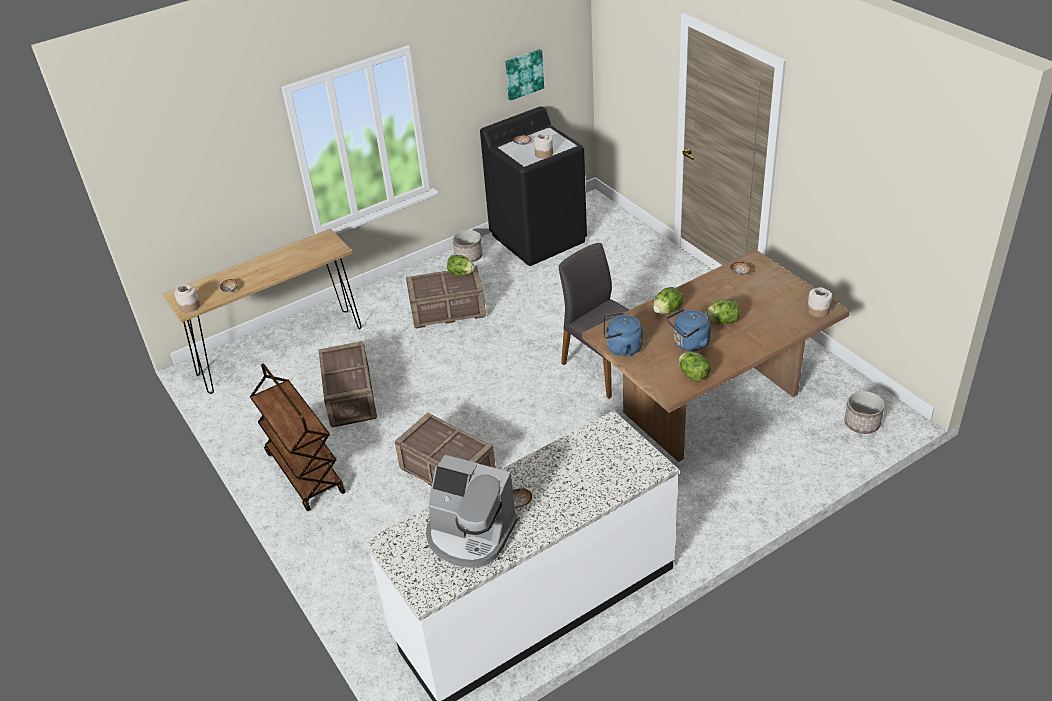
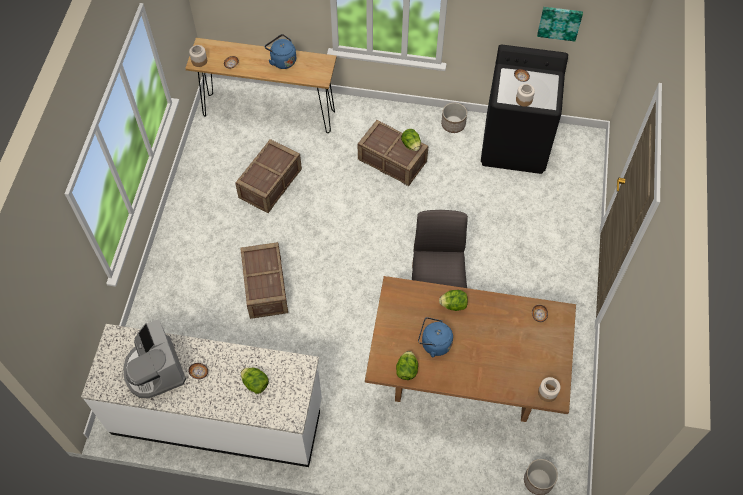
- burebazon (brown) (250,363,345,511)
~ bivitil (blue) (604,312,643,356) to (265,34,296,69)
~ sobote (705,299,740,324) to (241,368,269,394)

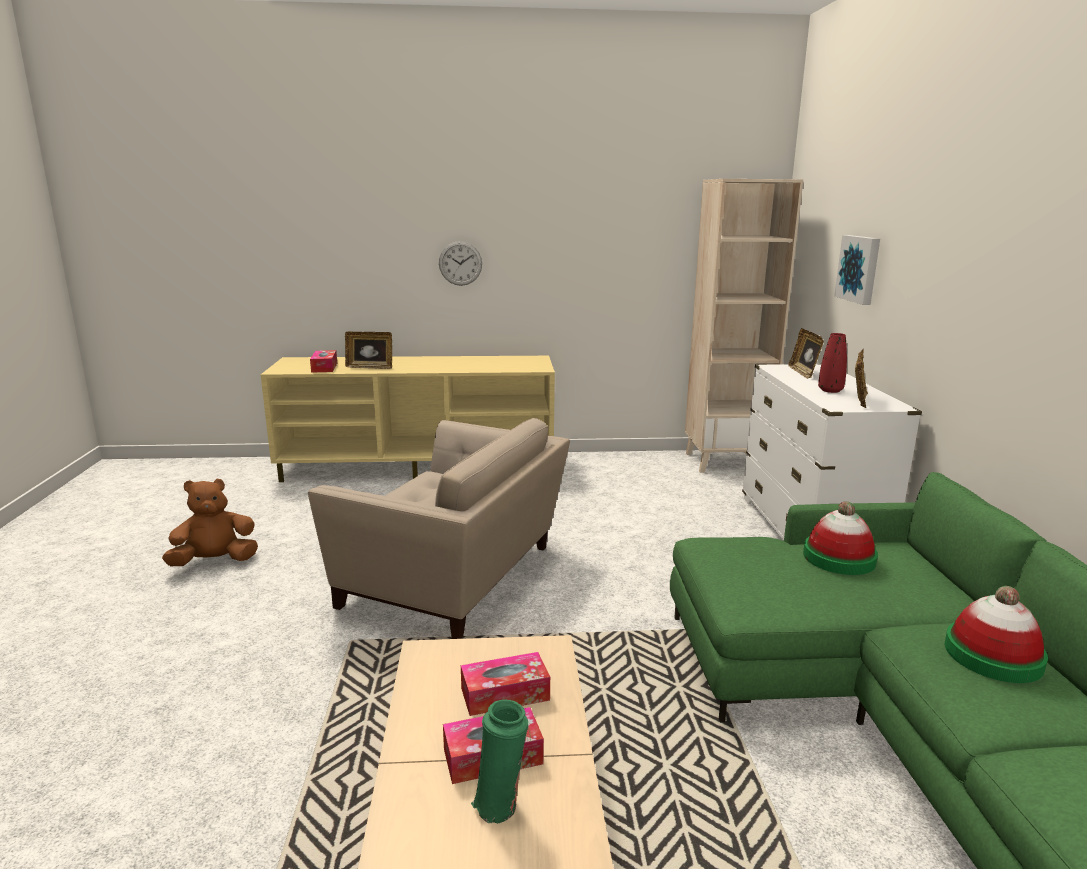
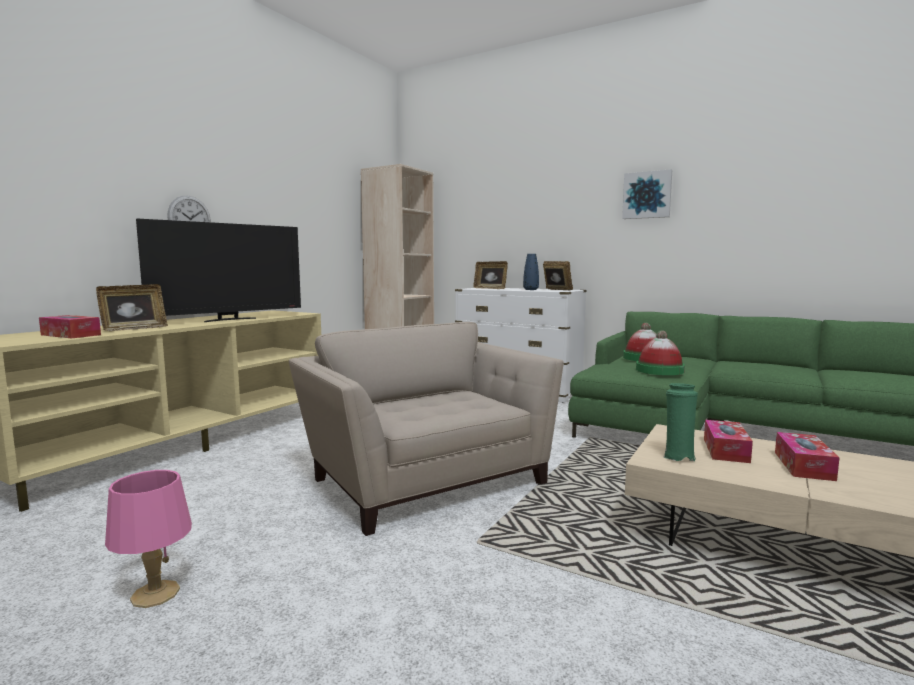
~ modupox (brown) (162,479,258,566) to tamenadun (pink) (105,470,192,608)
~ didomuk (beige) (308,418,570,639) = (289,322,564,536) 90 degrees counterclockwise
~ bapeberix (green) (471,699,528,824) to (663,383,698,461)
~ bapeberix (red) (818,333,847,393) to bapeberix (blue) (523,254,539,290)
~ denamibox (834,235,880,305) to (622,169,672,219)
~ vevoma (944,586,1048,683) to (636,330,685,375)
+ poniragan (136,219,301,322)

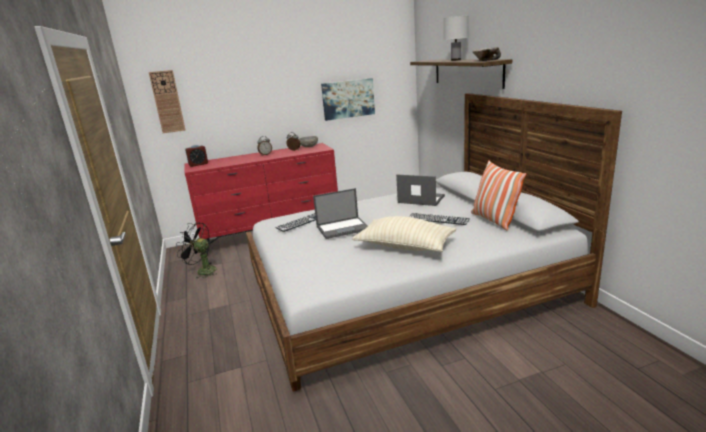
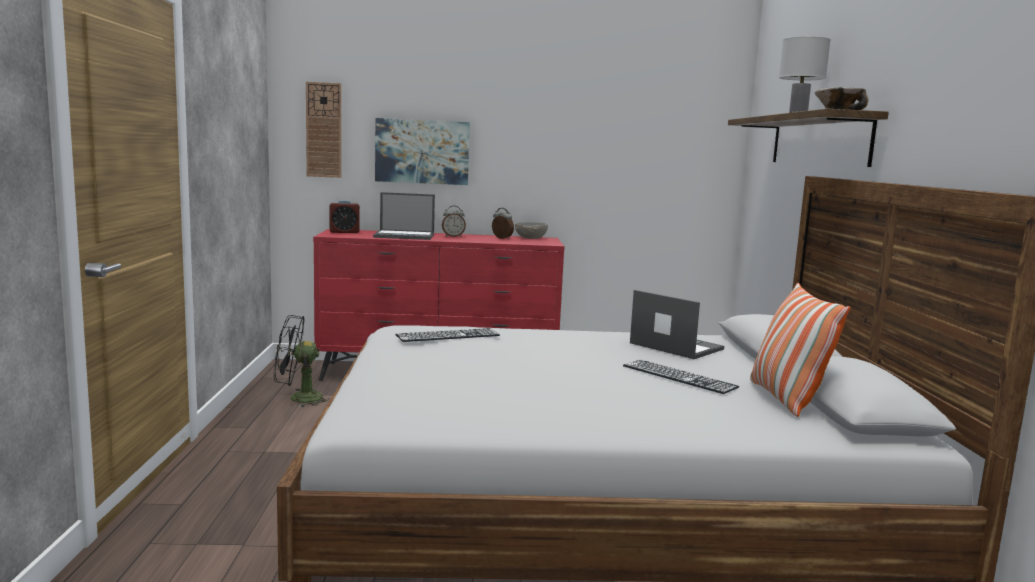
~ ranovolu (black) (176,222,218,279) = (274,315,329,407) 45 degrees counterclockwise
~ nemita (313,188,368,239) to (373,192,435,240)
~ denamibox (321,78,375,121) to (375,118,470,185)
- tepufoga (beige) (352,216,456,252)

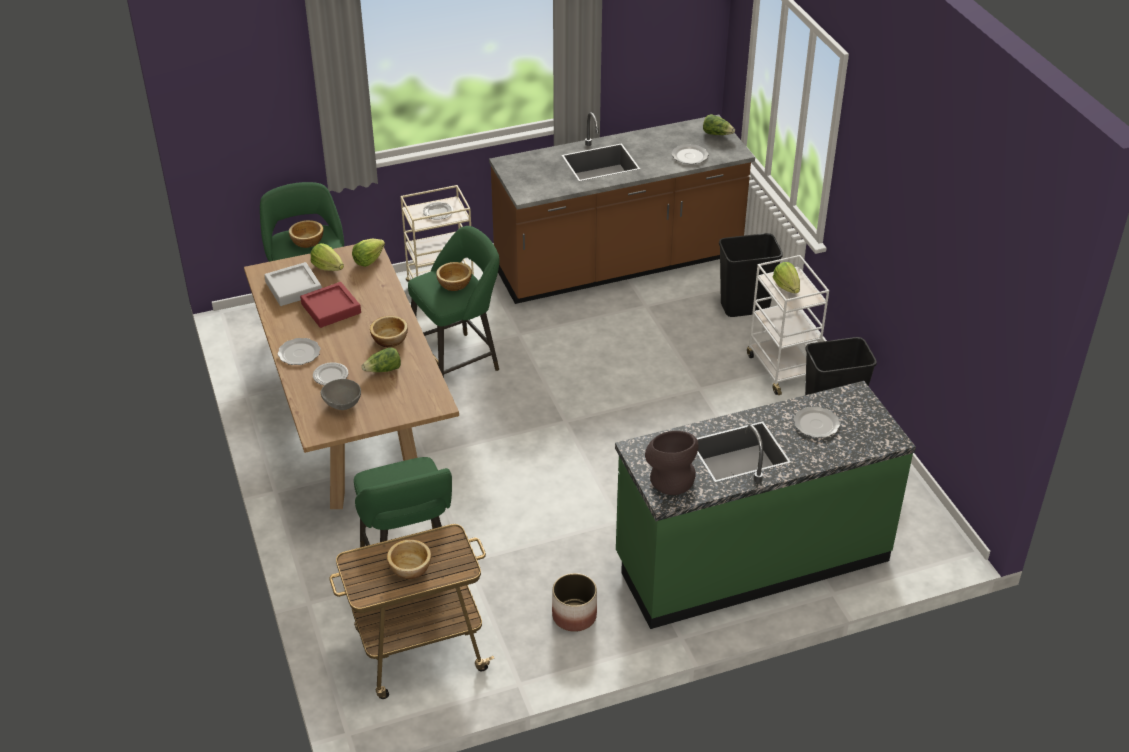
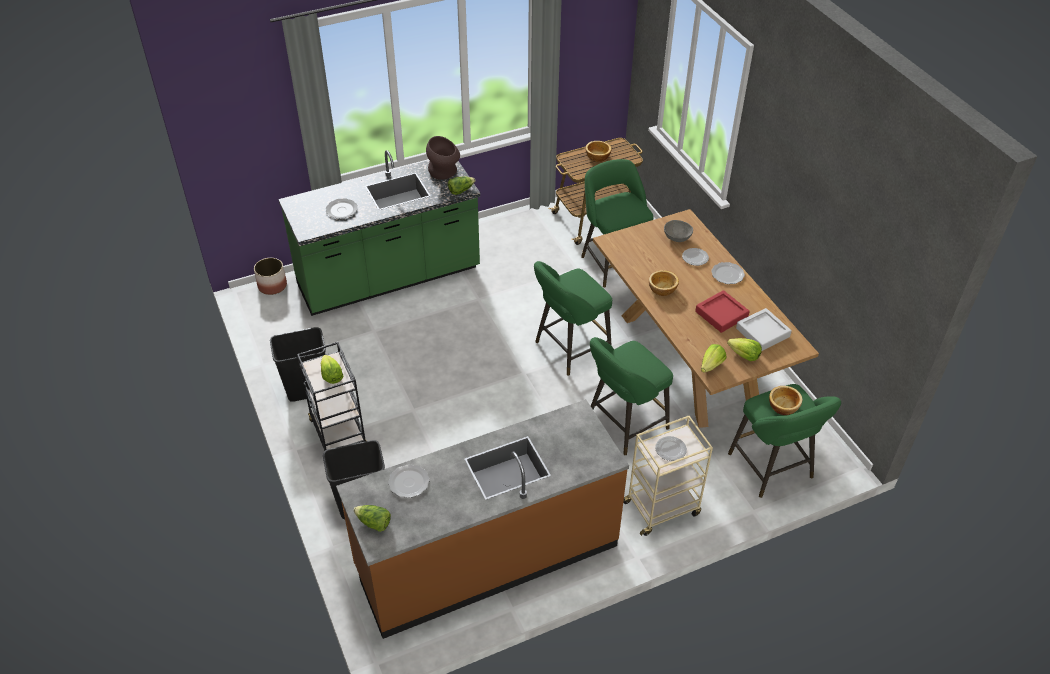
~ sobote (361,347,401,372) to (448,176,475,195)
- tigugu (436,262,472,291)
~ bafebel (552,573,597,632) to (254,258,287,295)
~ burebazon (white) (747,255,829,395) to burebazon (black) (297,342,366,451)
+ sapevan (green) (534,261,612,376)

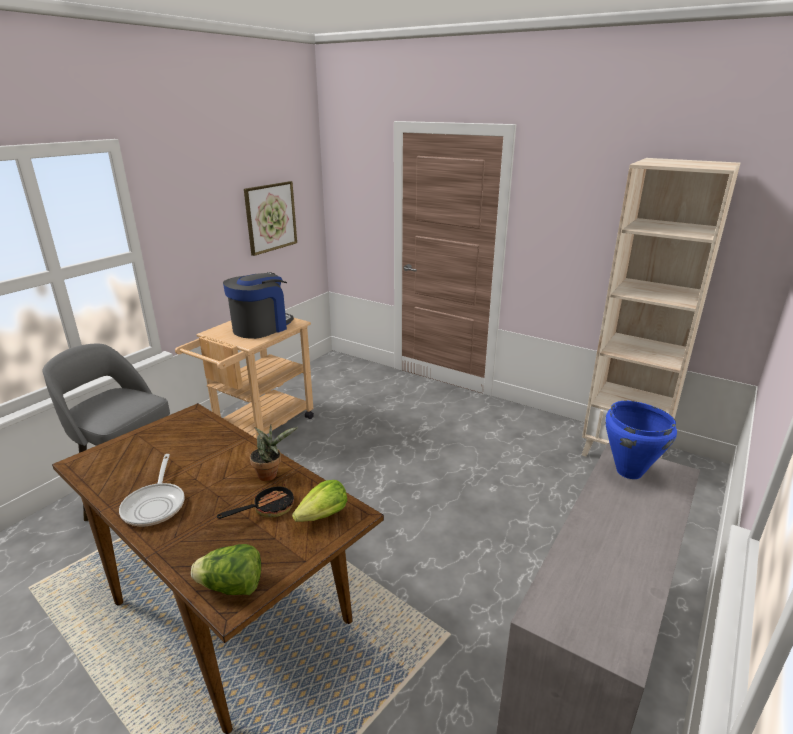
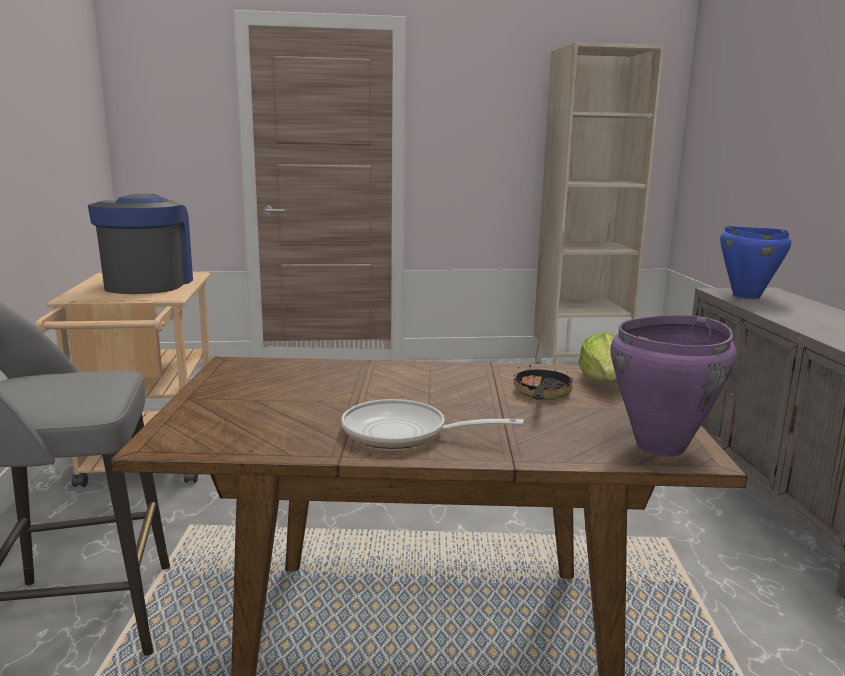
~ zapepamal (119,454,185,527) = (341,399,524,449) 150 degrees clockwise
~ sobote (191,544,261,595) to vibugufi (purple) (610,315,737,457)
- denamibox (244,181,297,256)
- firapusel (250,424,298,481)

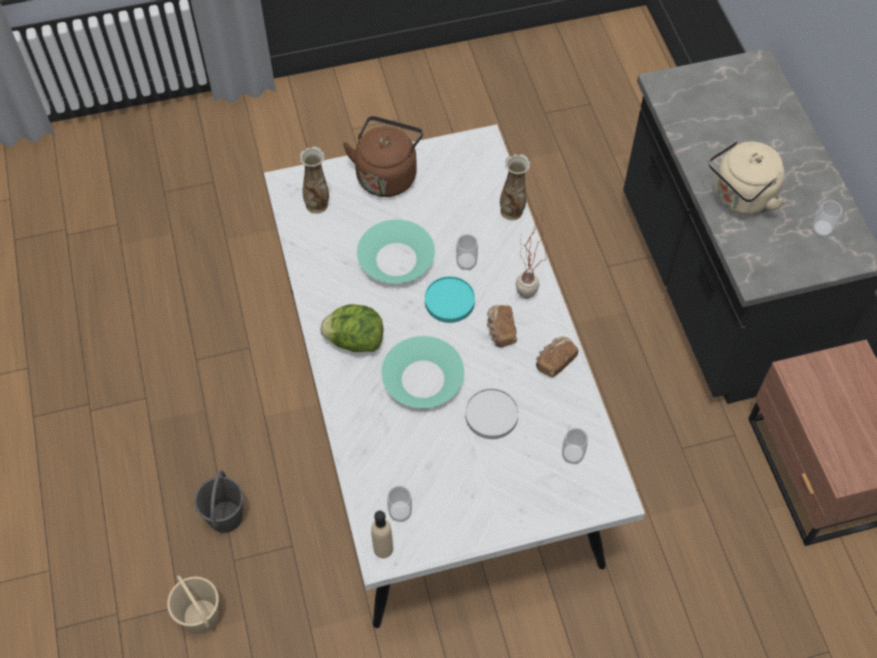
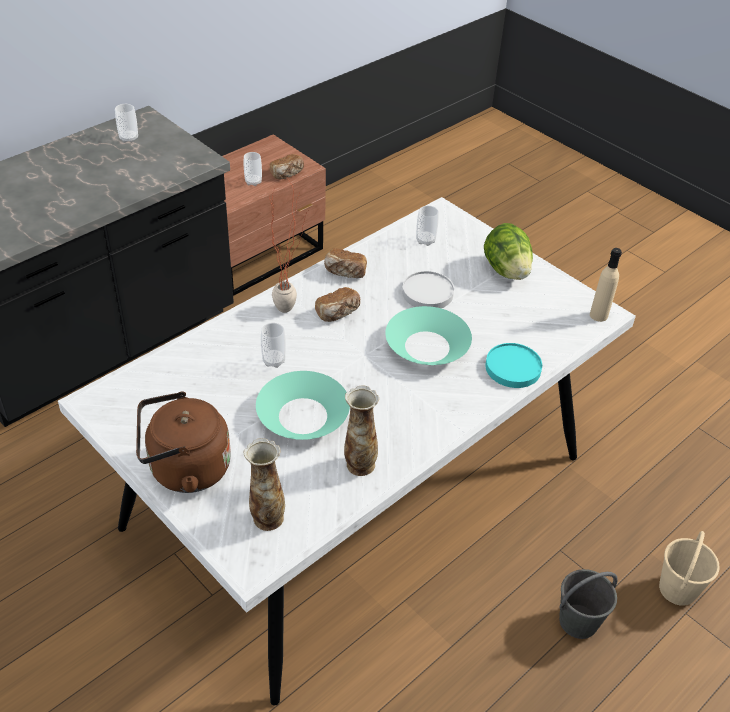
~ sobote (320,304,383,352) to (484,223,533,280)
~ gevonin (387,486,412,522) to (244,152,262,186)
~ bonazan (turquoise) (425,276,475,323) to (485,343,542,388)
~ bapeberix (500,154,530,220) to (344,385,379,476)
- bivitil (beige) (709,140,787,216)
+ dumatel (270,154,304,179)

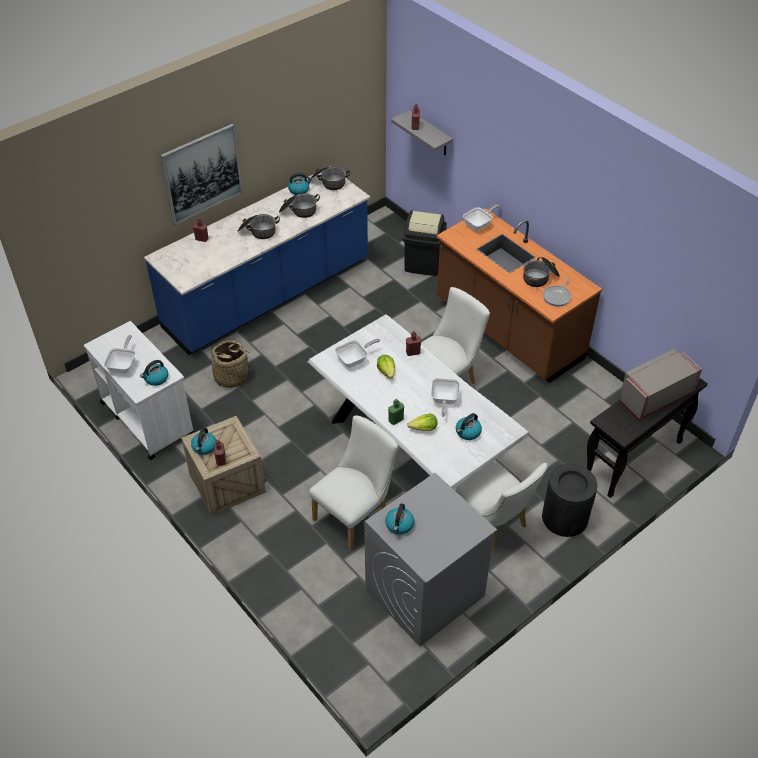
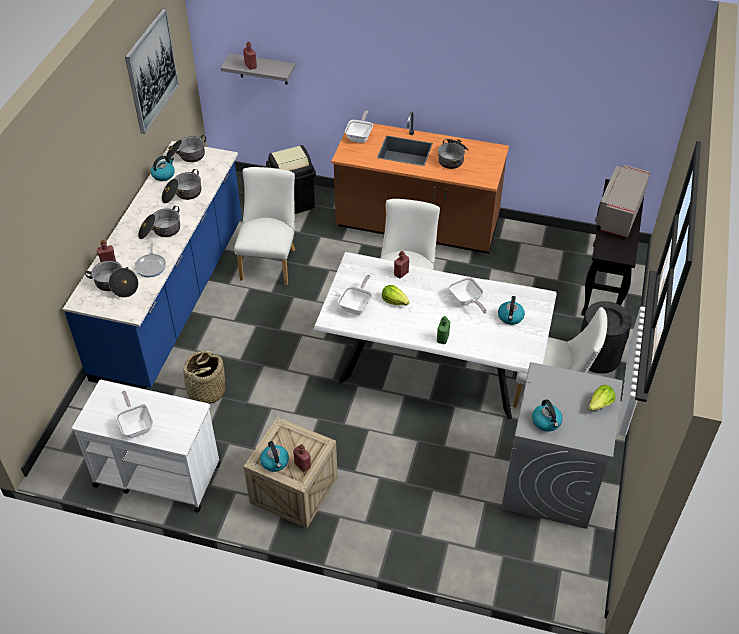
- bivitil (140,360,168,386)
~ denamibox (160,124,243,225) to (125,8,179,134)
~ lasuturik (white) (309,415,398,551) to (234,167,295,285)
~ sobote (407,413,438,431) to (588,385,615,411)
~ zapepamal (543,278,571,306) to (135,242,166,277)
+ vibugufi (85,260,138,298)

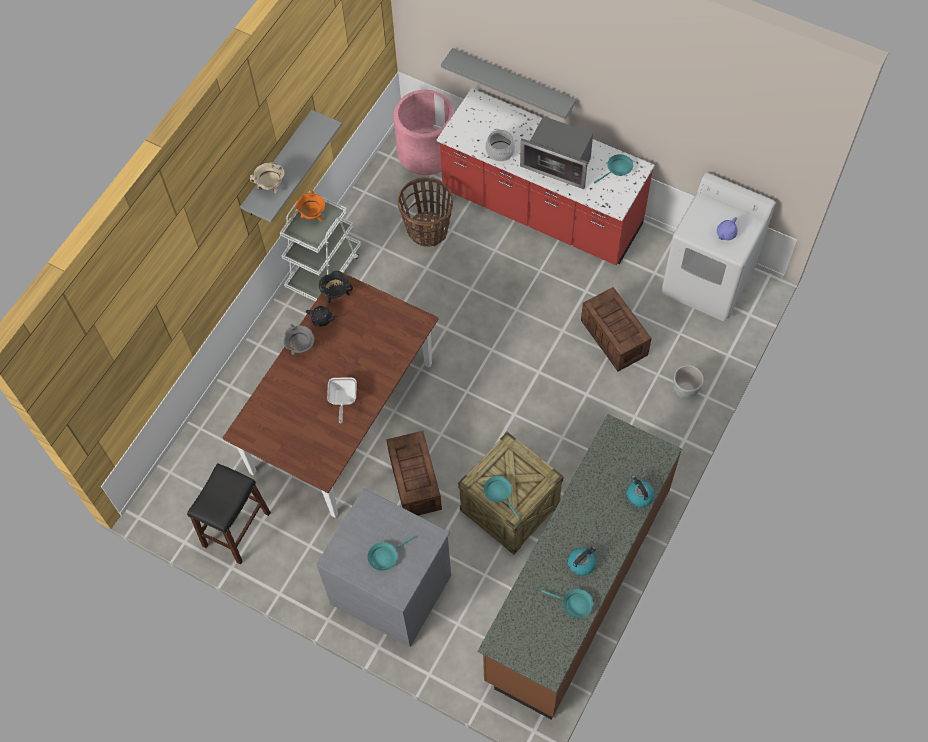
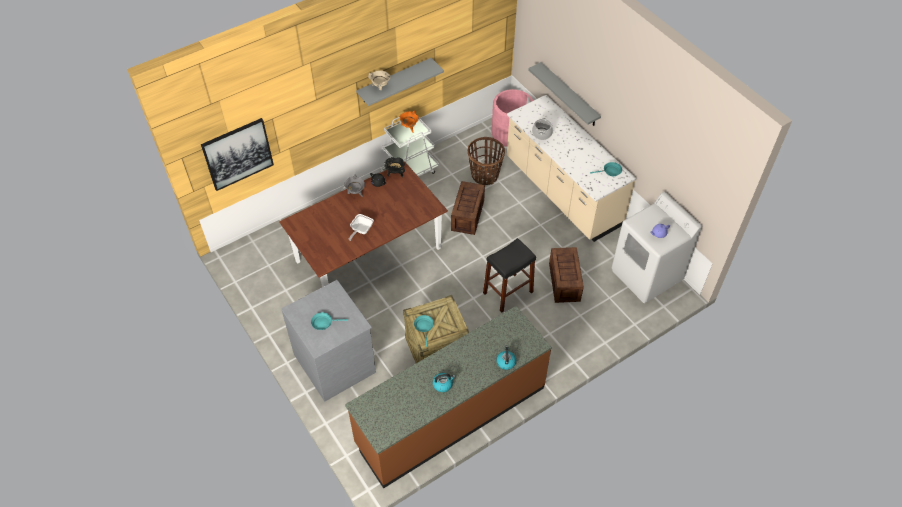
~ sapevan (black) (187,463,271,564) to (483,238,536,313)
~ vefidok (386,431,442,515) to (451,181,485,235)
~ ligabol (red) (437,88,654,265) to ligabol (beige) (507,95,636,242)
- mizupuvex (520,116,593,189)
- zapepamal (turquoise) (541,589,593,618)
- bafebel (grey) (673,365,703,399)
+ denamibox (201,118,274,191)

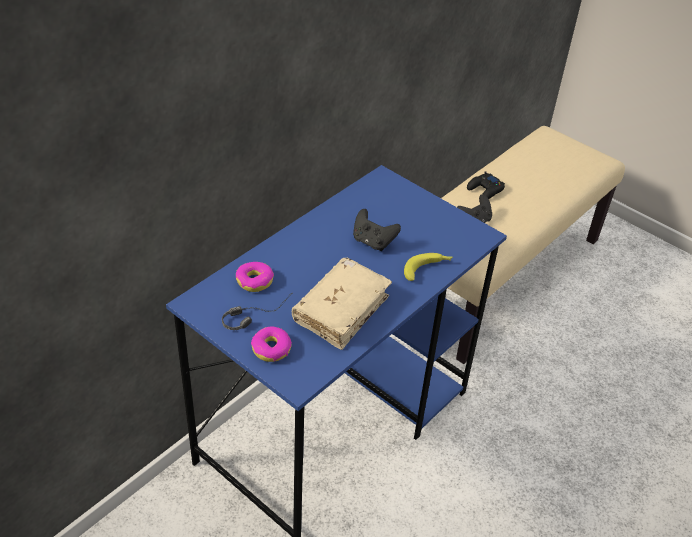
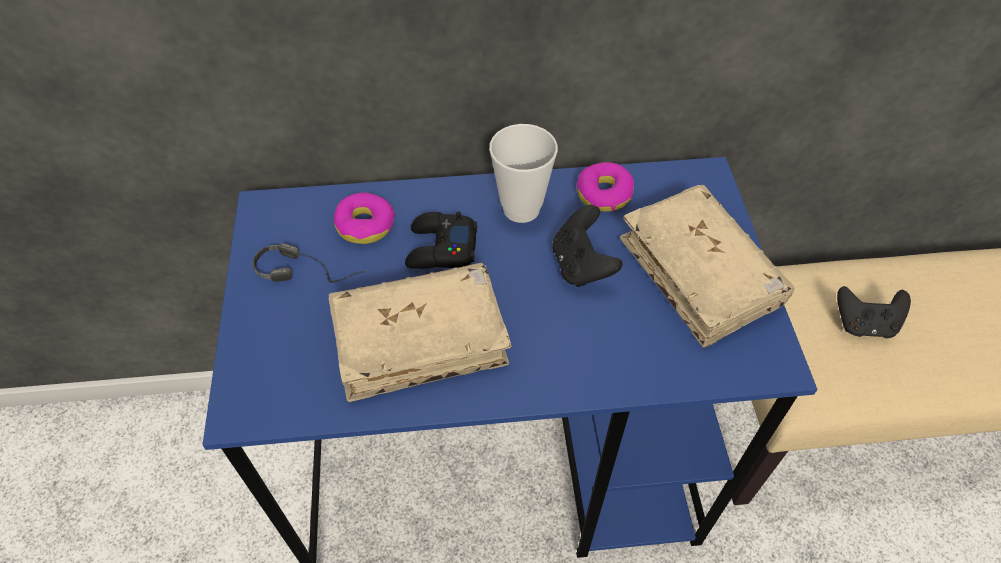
~ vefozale (251,326,292,362) to (577,162,634,212)
- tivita (404,253,453,281)
~ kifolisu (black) (467,171,505,199) to (405,212,477,269)
+ gevonin (489,124,558,223)
+ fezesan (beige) (620,185,795,348)

